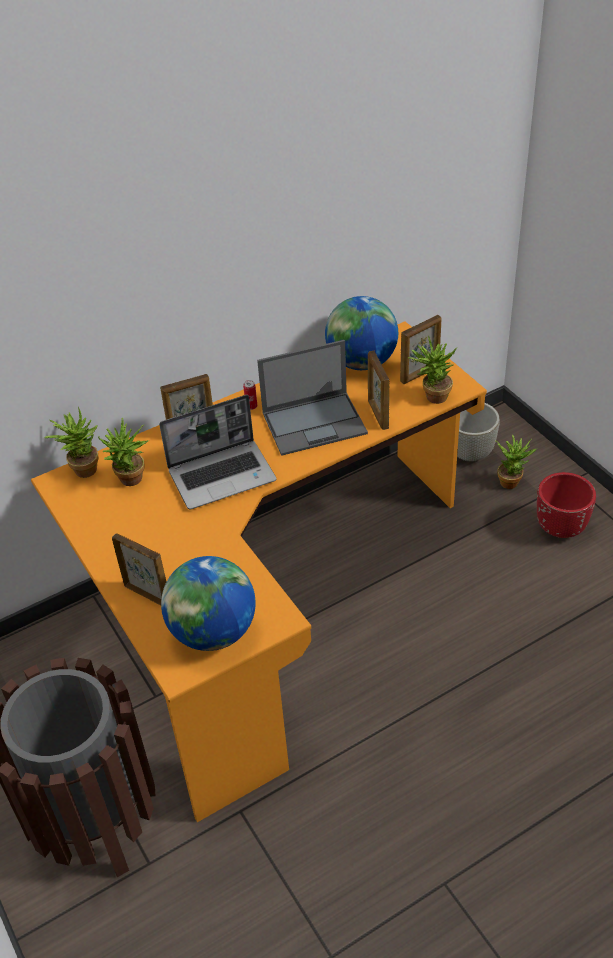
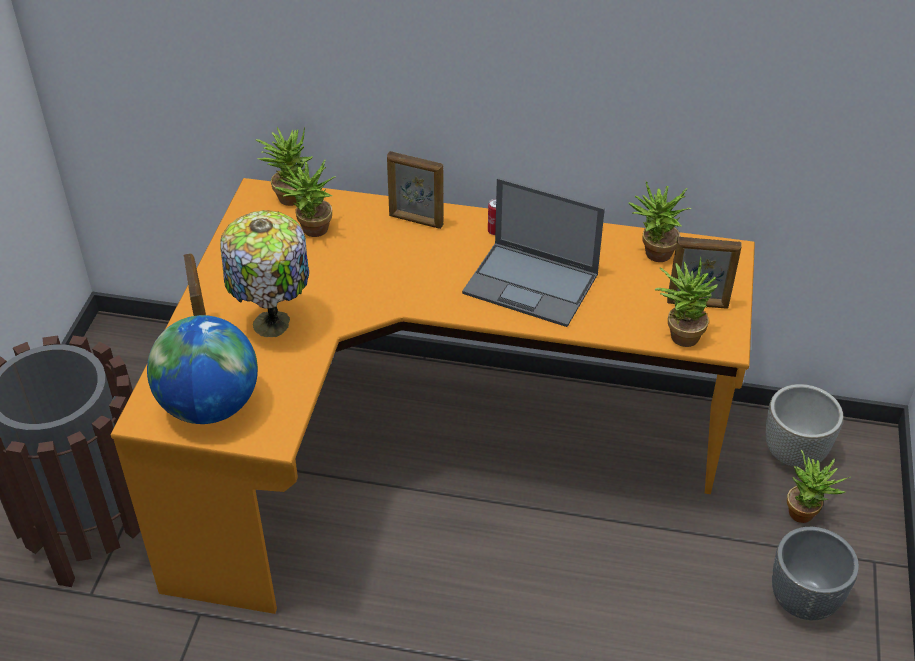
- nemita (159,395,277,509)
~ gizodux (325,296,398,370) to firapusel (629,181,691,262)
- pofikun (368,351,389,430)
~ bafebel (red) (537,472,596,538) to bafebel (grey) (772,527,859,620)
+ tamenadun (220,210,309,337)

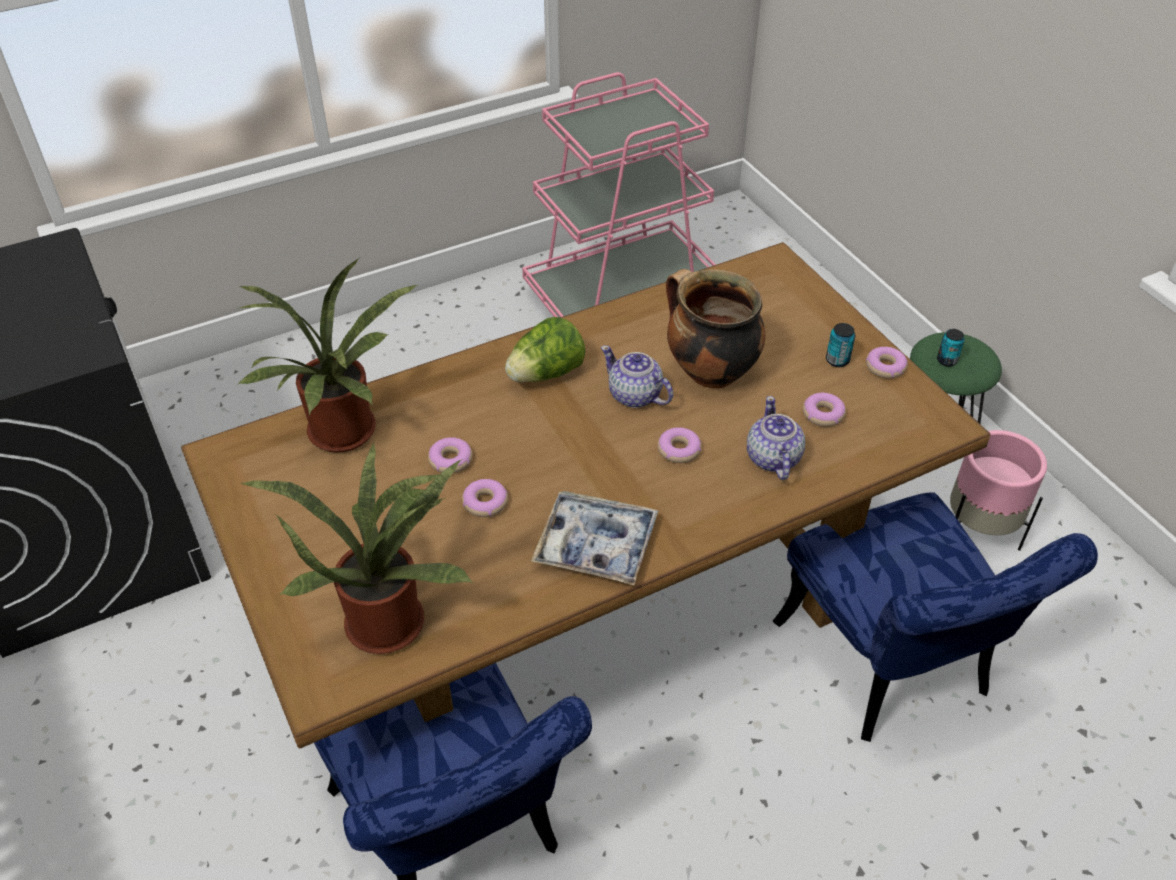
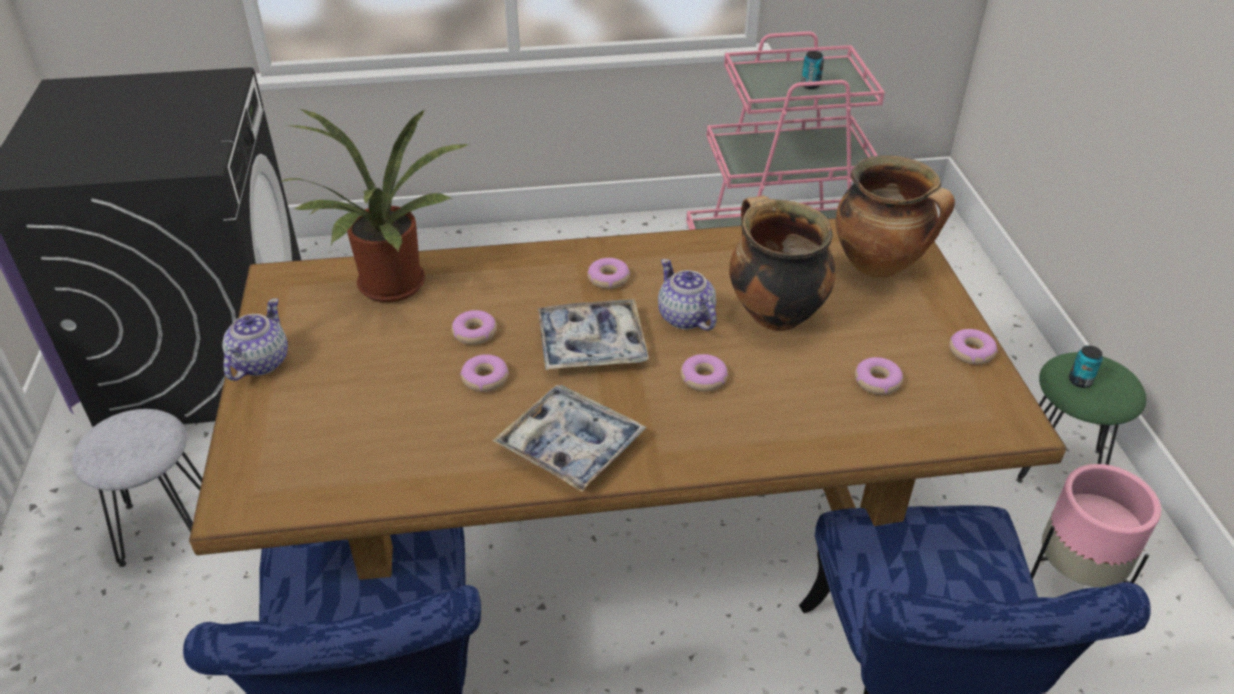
- firapusel (240,443,474,654)
~ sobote (505,317,586,382) to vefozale (588,258,630,289)
~ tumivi (747,396,805,480) to (222,298,288,381)
~ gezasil (826,323,855,367) to (801,51,824,89)
+ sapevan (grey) (72,409,203,567)
+ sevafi (538,299,649,370)
+ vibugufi (836,155,955,278)

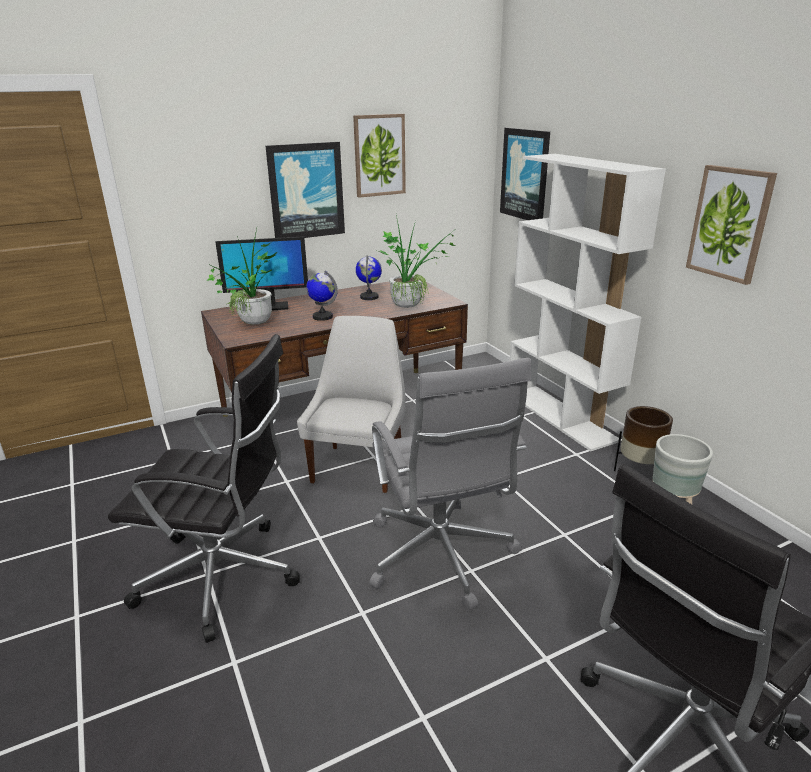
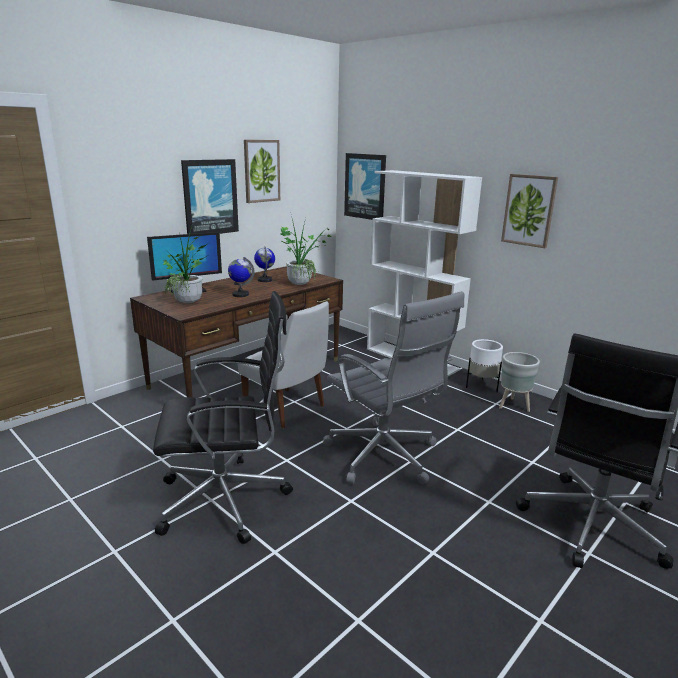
~ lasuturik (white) (297,316,405,493) = (237,301,329,429) 135 degrees clockwise
~ bafebel (brown) (614,406,673,471) to bafebel (white) (466,339,503,392)

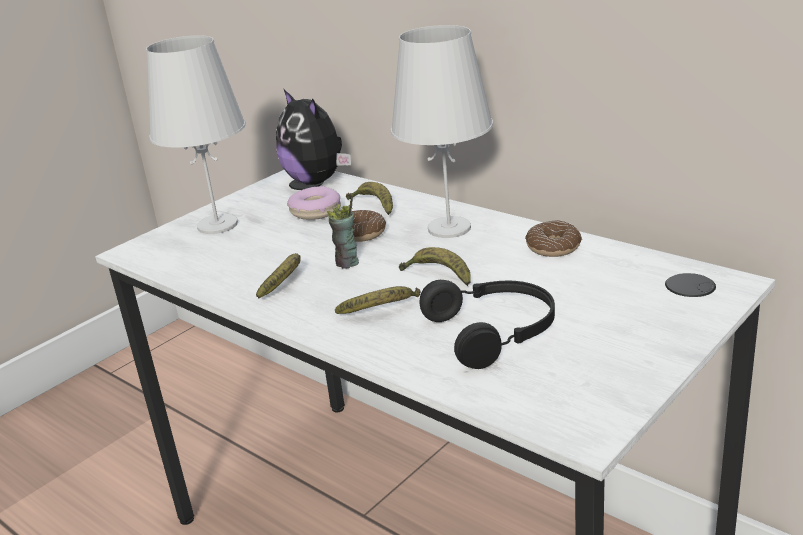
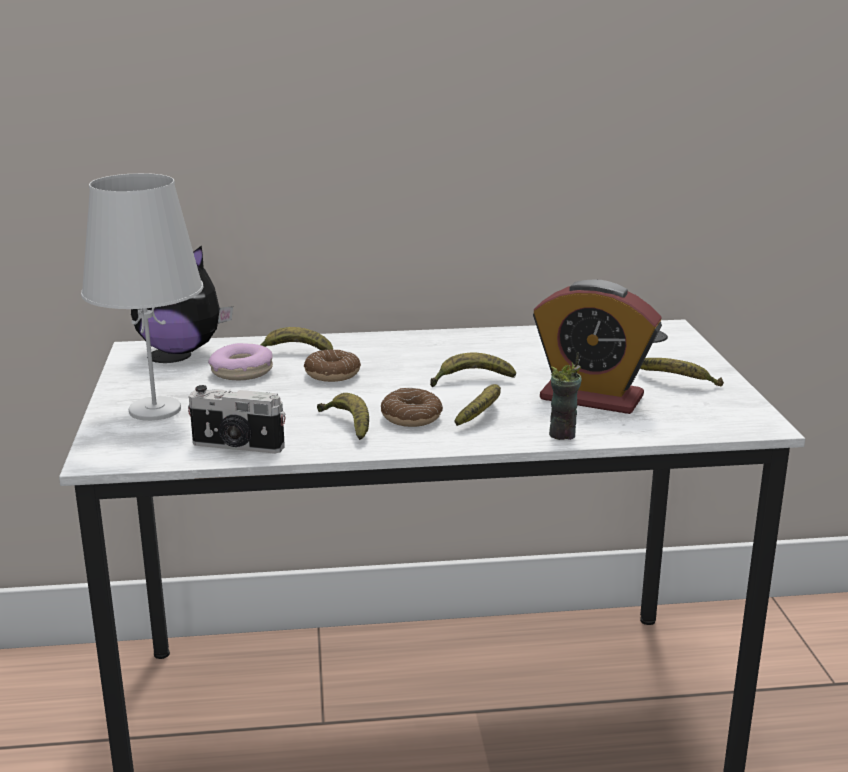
~ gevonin (327,197,359,269) to (549,352,582,440)
- tamenadun (white) (391,25,493,238)
~ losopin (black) (420,280,555,369) to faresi (533,280,662,414)
~ vefozale (525,220,582,257) to (381,388,443,427)
+ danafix (188,385,285,453)
+ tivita (640,358,724,386)

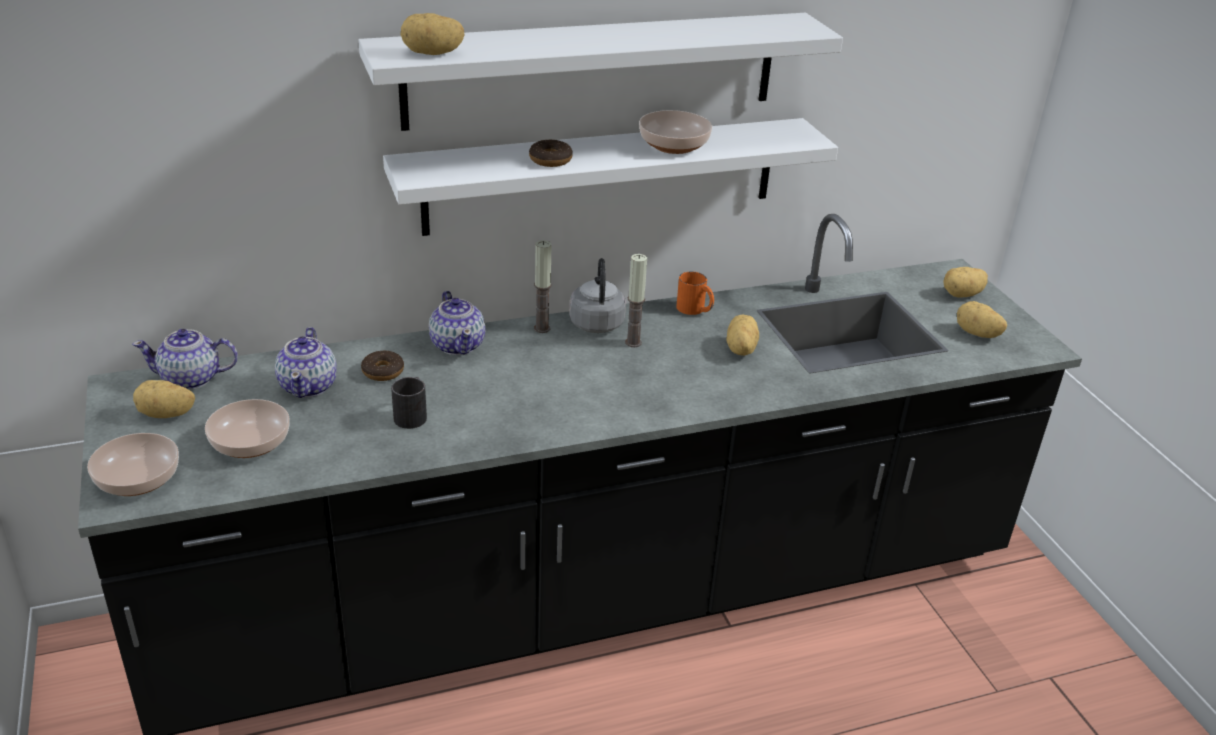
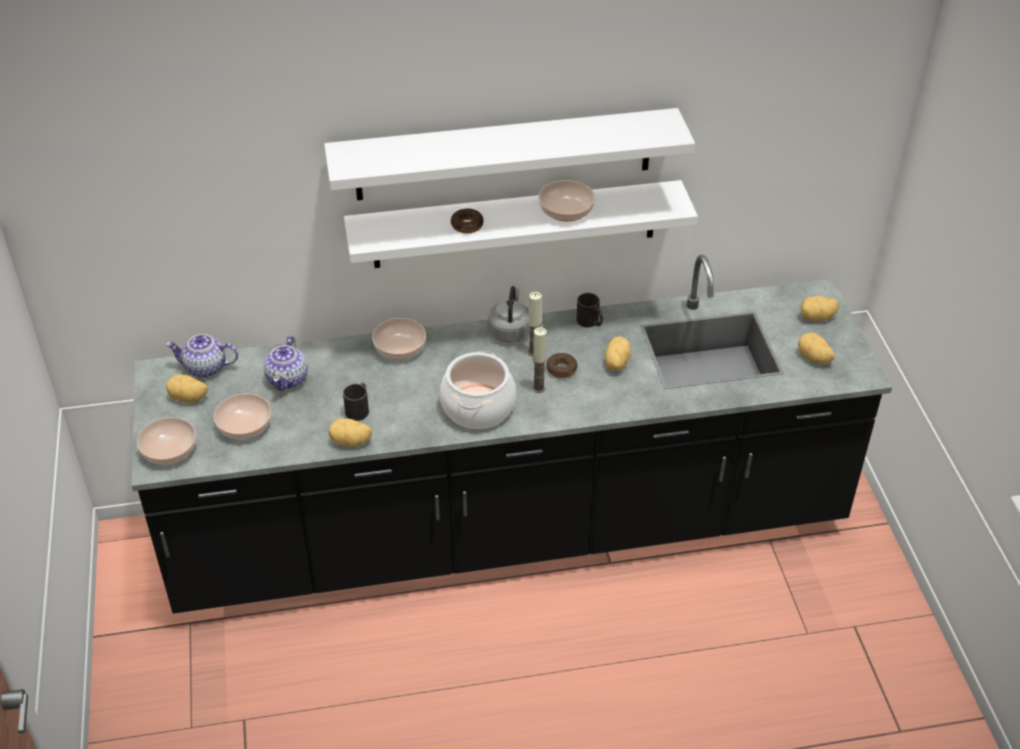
~ vefozale (361,351,404,381) to (546,353,577,378)
~ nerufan (401,13,465,55) to (328,418,372,447)
~ tumivi (429,291,485,355) to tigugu (372,318,426,360)
~ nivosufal (534,240,552,333) to (532,327,547,393)
~ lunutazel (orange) (676,272,714,315) to lunutazel (black) (576,293,604,327)
+ vibugufi (440,351,516,429)

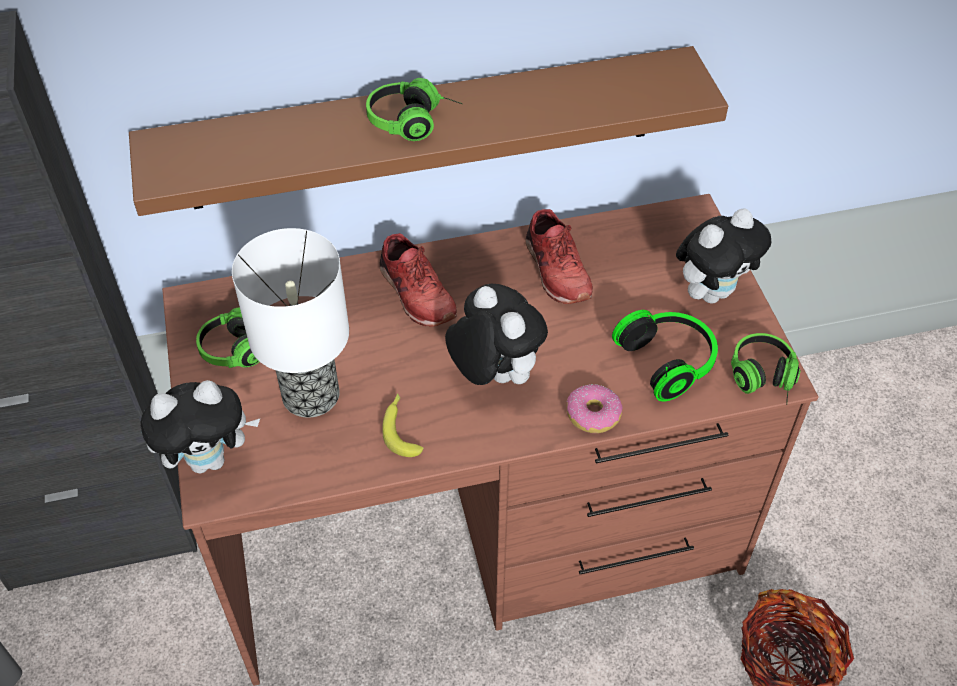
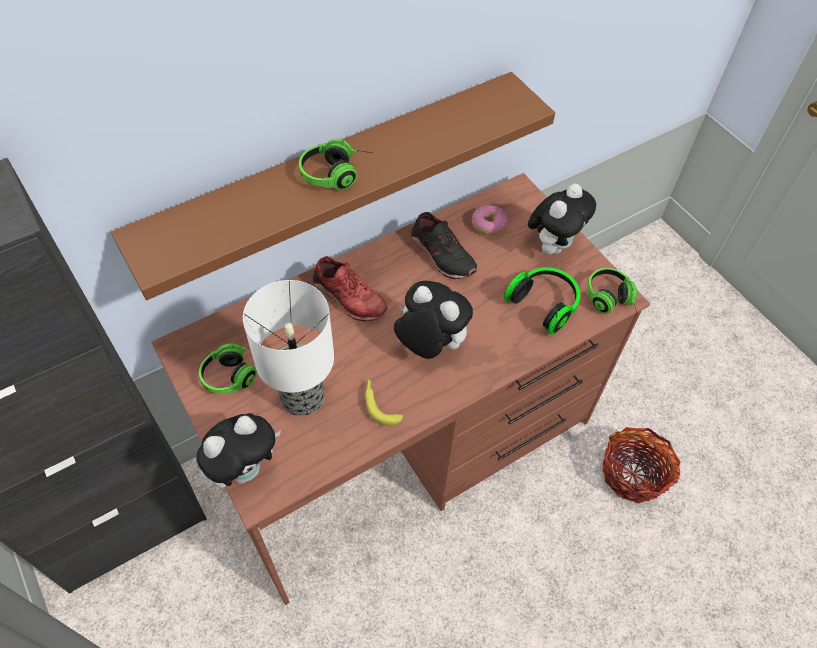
~ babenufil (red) (525,209,593,304) to babenufil (black) (411,212,477,279)
~ vefozale (567,384,623,433) to (471,205,508,235)

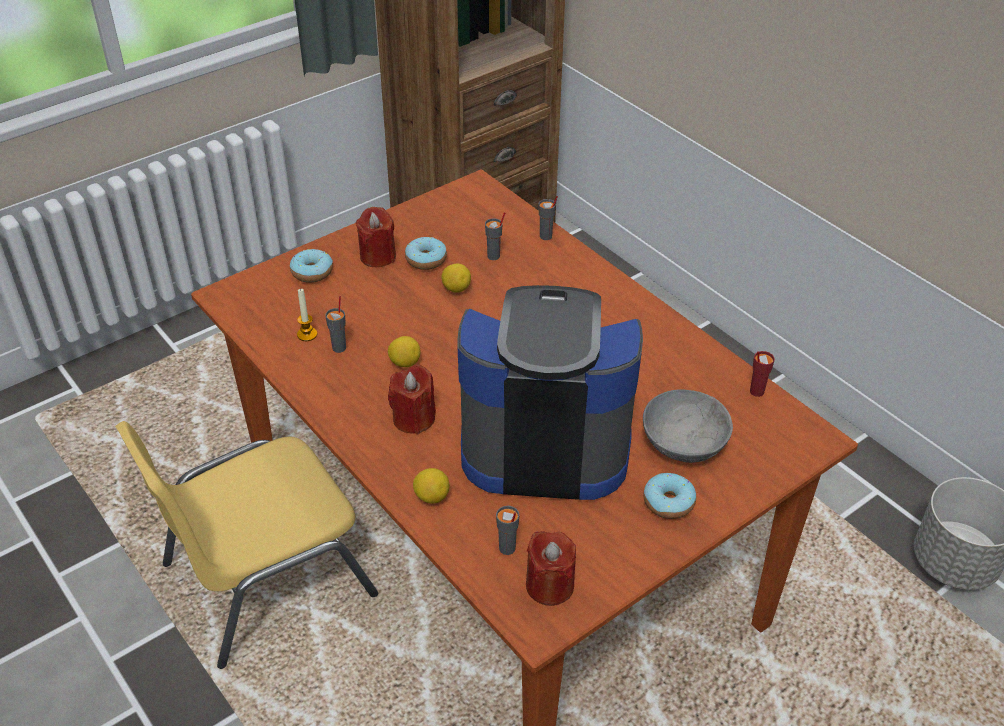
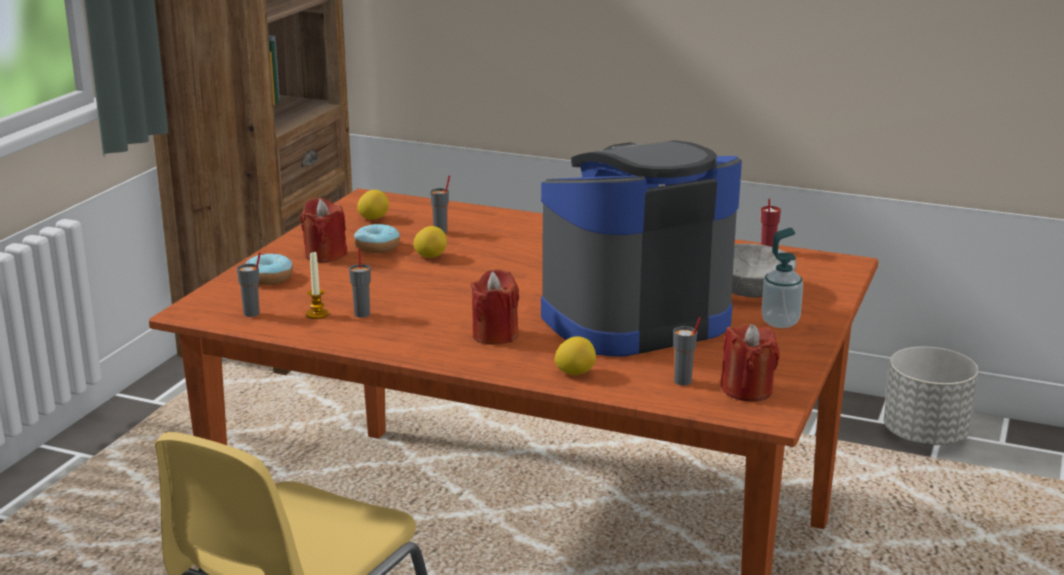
~ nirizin (388,336,420,367) to (357,190,389,220)
~ gevonin (grey) (538,196,558,240) to (237,252,261,317)
~ vefozale (644,473,696,519) to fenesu (762,228,803,328)

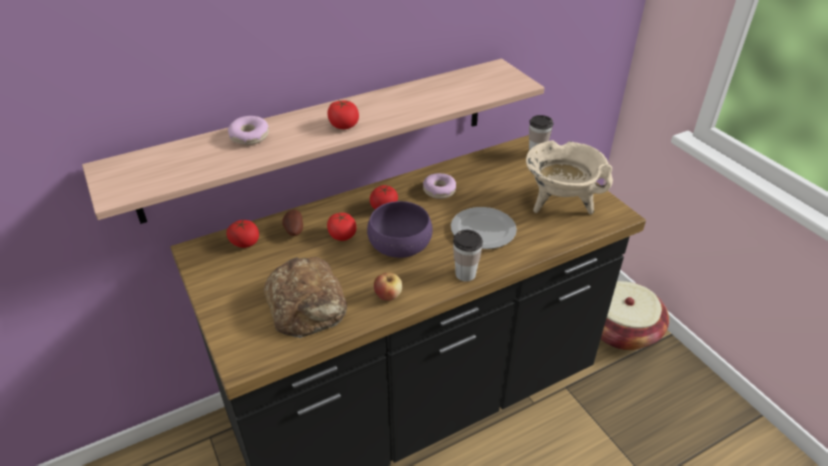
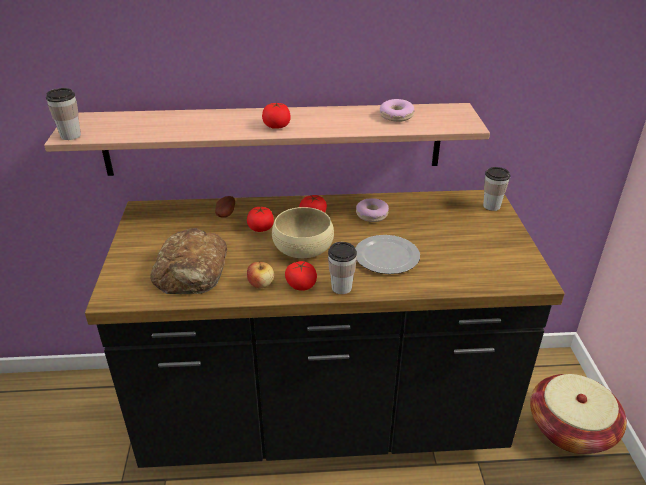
~ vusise (226,219,259,248) to (285,261,317,291)
~ vefozale (228,116,269,145) to (380,99,414,122)
~ tigugu (purple) (367,201,433,258) to tigugu (beige) (272,207,334,258)
- vibugufi (beige) (526,140,613,214)
+ gevonin (46,88,81,140)

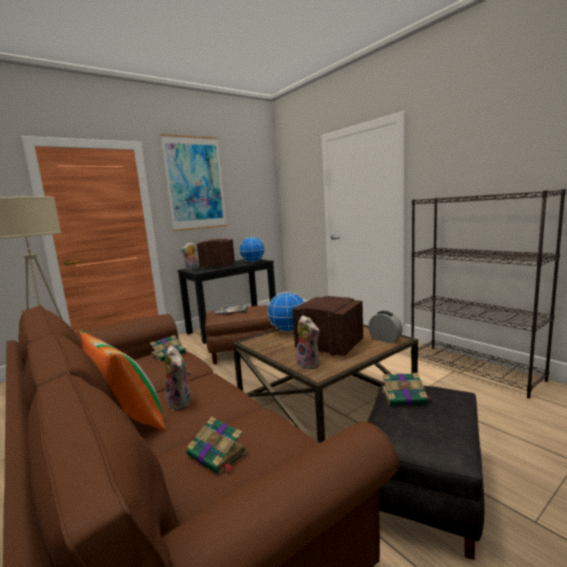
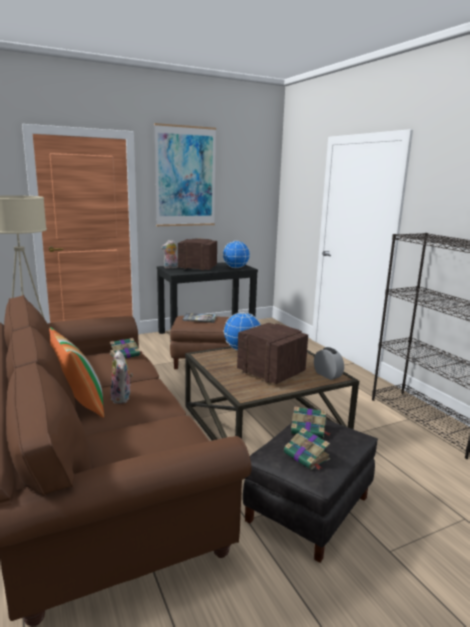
~ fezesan (186,417,247,474) to (284,428,330,470)
- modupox (296,315,320,370)

